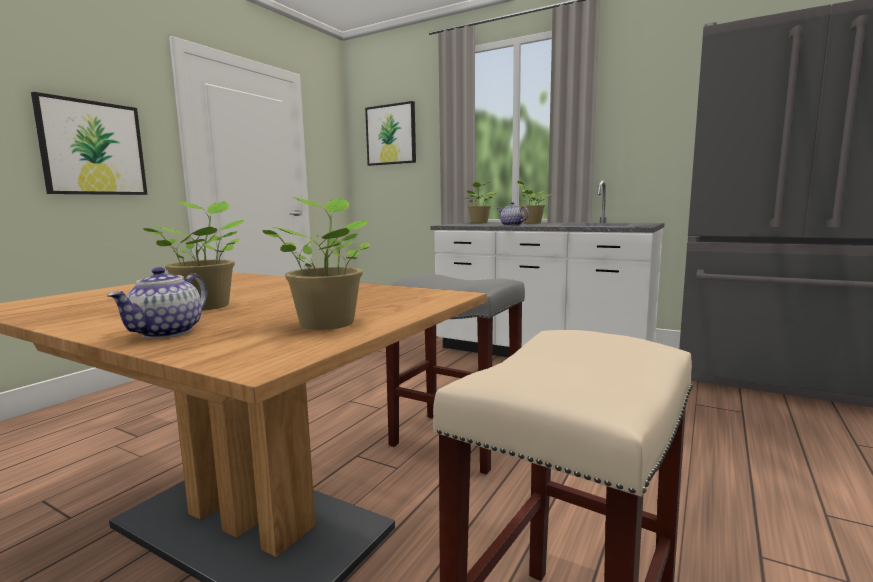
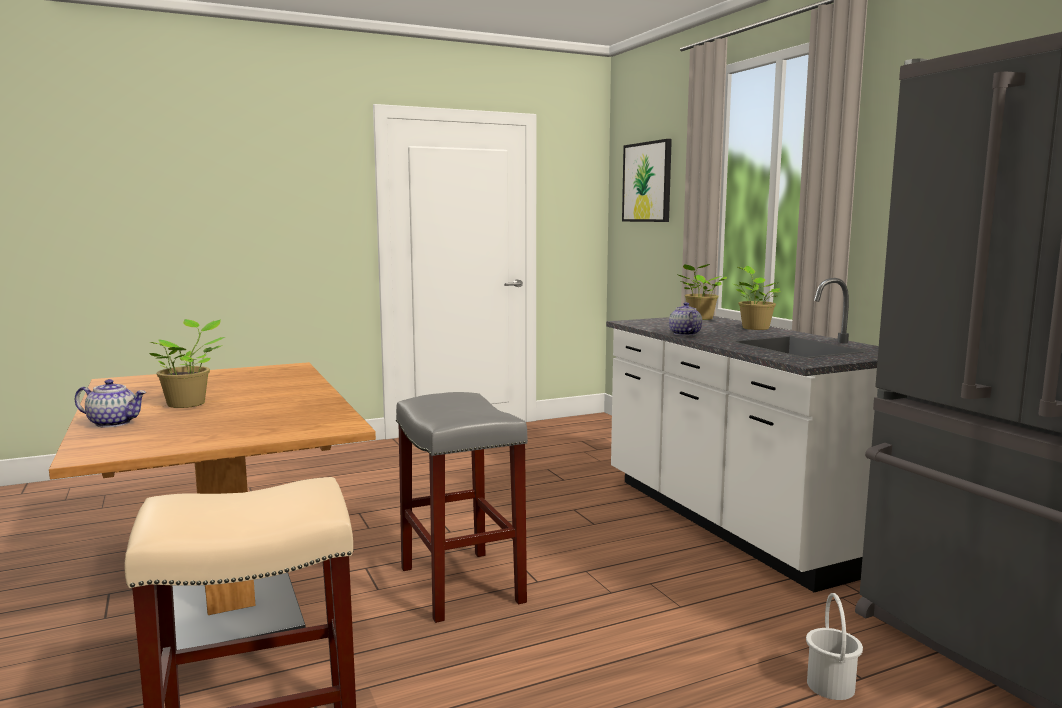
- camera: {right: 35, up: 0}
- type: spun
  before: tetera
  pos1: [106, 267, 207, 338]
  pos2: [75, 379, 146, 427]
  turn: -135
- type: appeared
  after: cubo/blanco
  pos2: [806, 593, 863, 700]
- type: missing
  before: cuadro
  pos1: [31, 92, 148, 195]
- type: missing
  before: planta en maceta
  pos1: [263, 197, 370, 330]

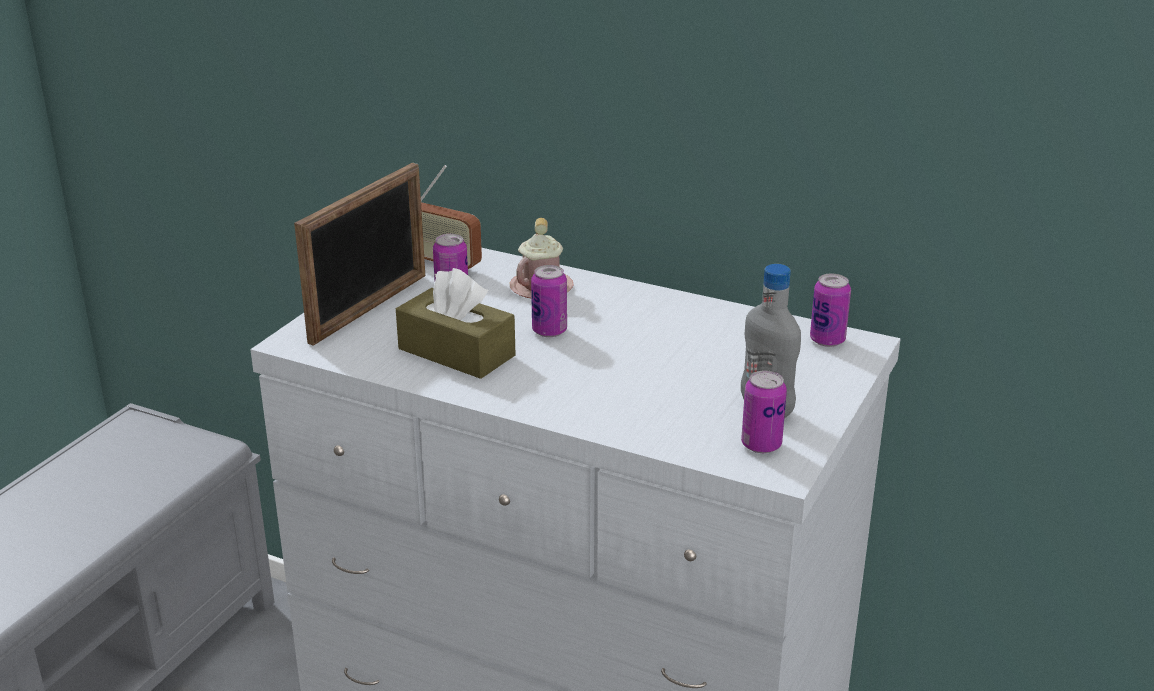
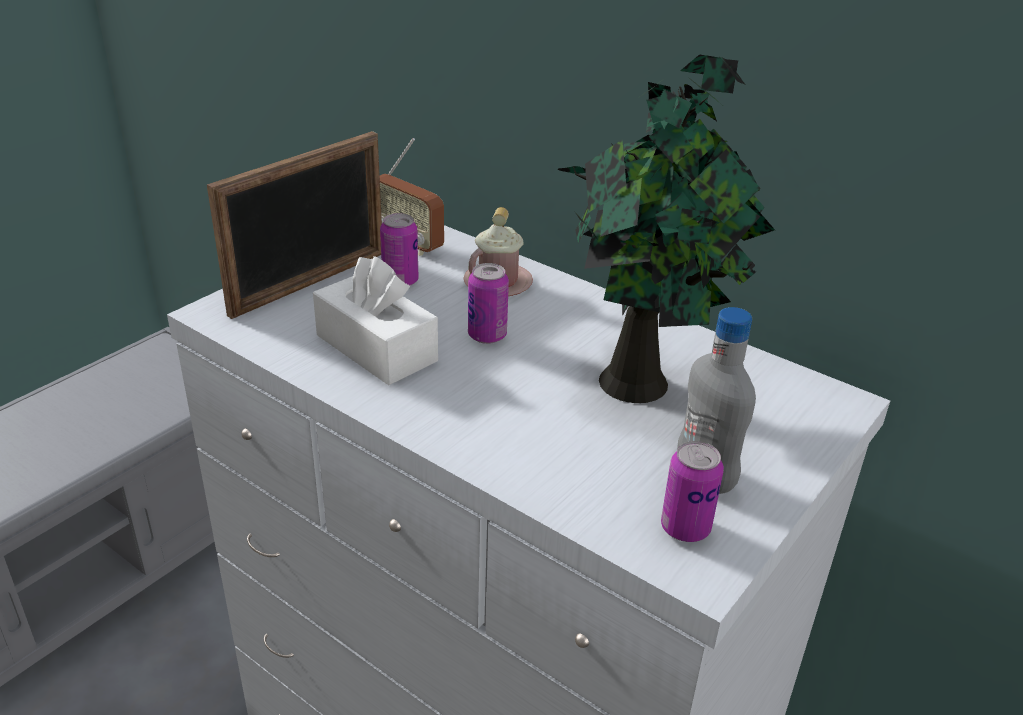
- camera: {right: 10, up: 5}
- type: colour
  before: caja de pañuelos/marrón
  after: caja de pañuelos/blanco
  pos1: [396, 268, 516, 379]
  pos2: [313, 256, 438, 385]
- type: appeared
  after: planta en maceta
  pos2: [557, 54, 775, 403]
- type: missing
  before: lata
  pos1: [810, 273, 851, 347]

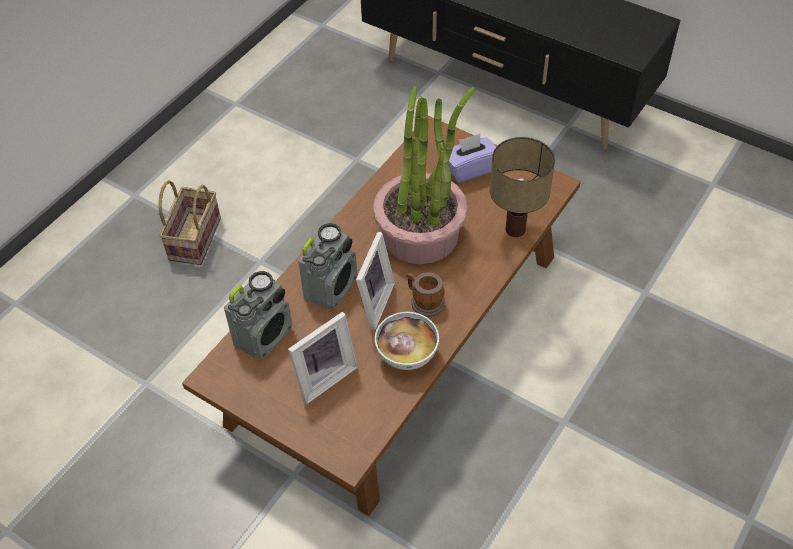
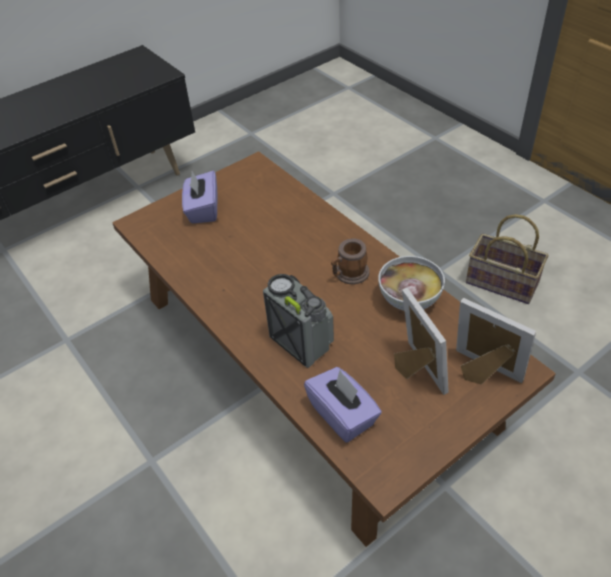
- camera: {right: -70, up: -5}
- type: exchanged
  before: radio
  after: caja de pañuelos/morado
  pos1: [224, 271, 292, 358]
  pos2: [304, 367, 382, 443]
- type: relocated
  before: portarretratos
  pos1: [356, 232, 395, 330]
  pos2: [456, 298, 536, 385]
- type: relocated
  before: cesta
  pos1: [158, 180, 221, 265]
  pos2: [466, 214, 549, 304]
- type: missing
  before: planta en maceta
  pos1: [373, 86, 475, 264]
- type: missing
  before: lámpara de mesa
  pos1: [490, 137, 555, 237]

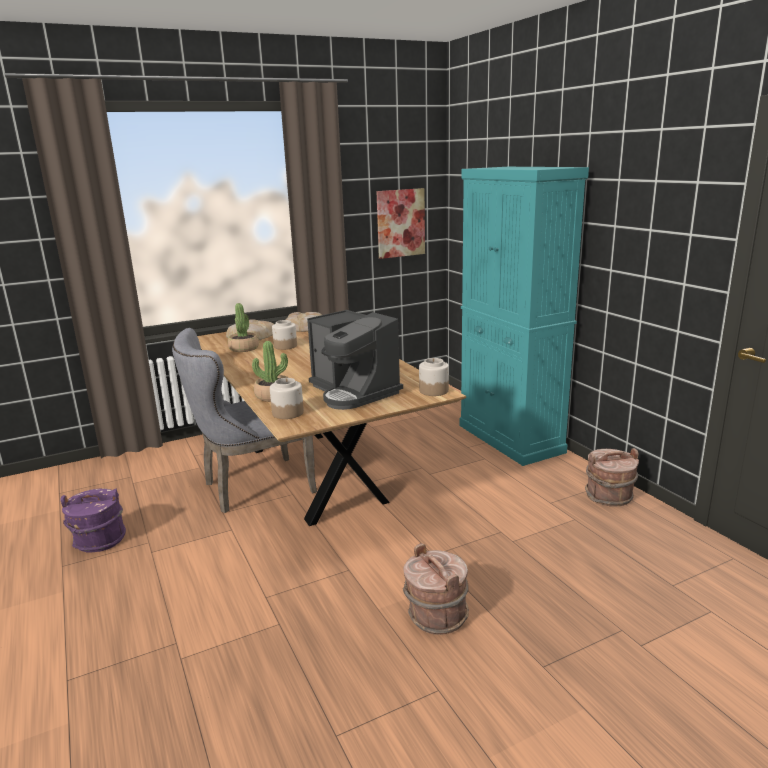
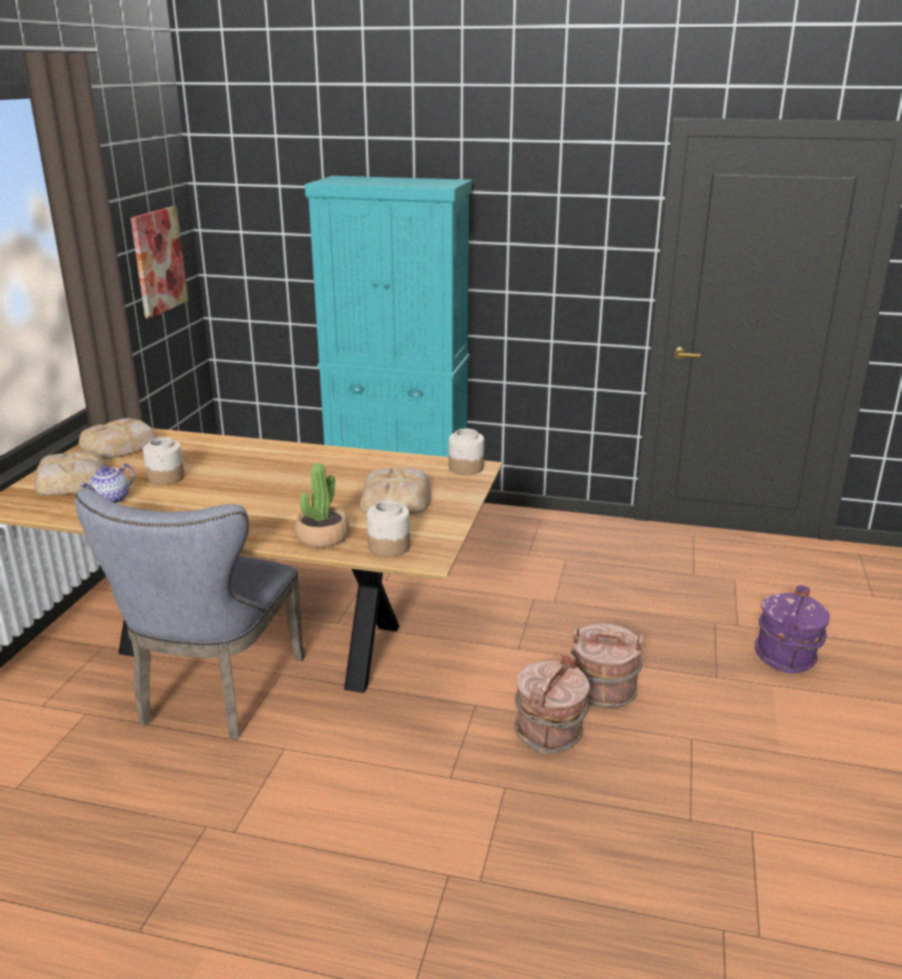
- camera: {right: -50, up: 5}
- type: exchanged
  before: planta en maceta
  after: tetera
  pos1: [228, 303, 259, 352]
  pos2: [79, 464, 134, 503]
- type: exchanged
  before: cafetera
  after: pan
  pos1: [307, 310, 403, 410]
  pos2: [359, 468, 431, 514]
- type: relocated
  before: cubo/marrón
  pos1: [585, 448, 639, 507]
  pos2: [514, 652, 590, 754]
- type: relocated
  before: cubo/morado
  pos1: [61, 488, 126, 552]
  pos2: [755, 585, 830, 673]

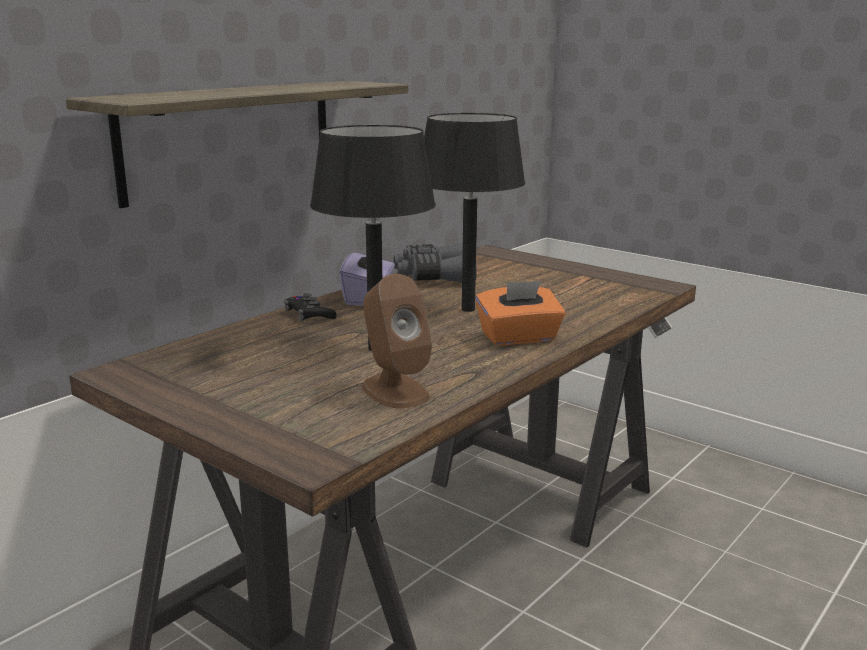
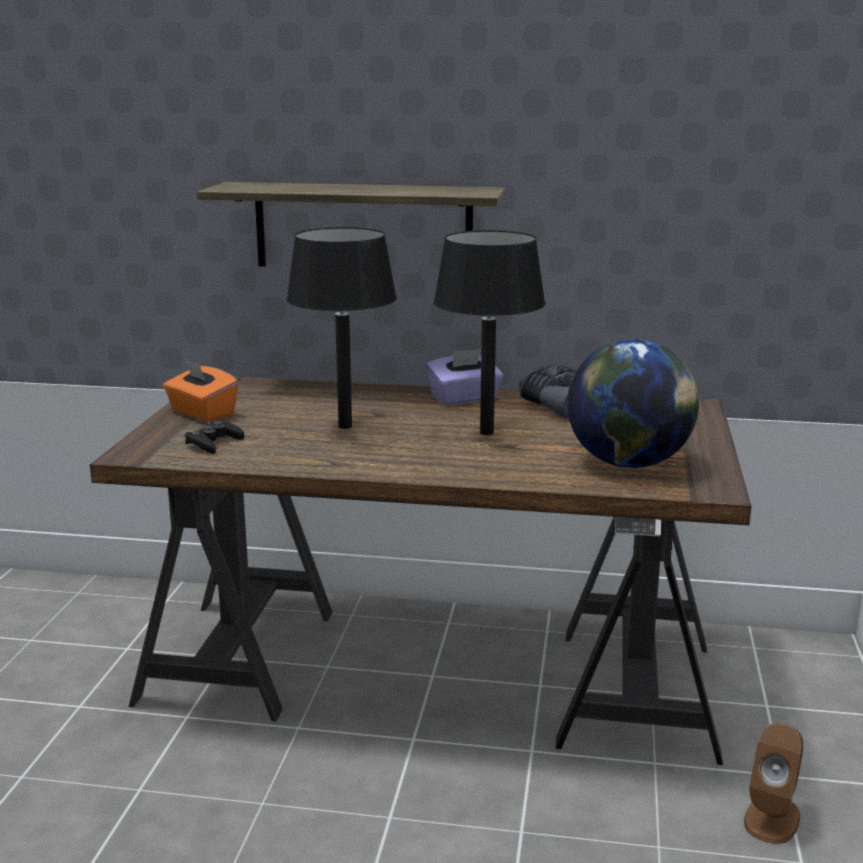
- camera: {right: 60, up: 0}
- type: relocated
  before: caja de pañuelos/naranja
  pos1: [475, 281, 565, 346]
  pos2: [163, 359, 239, 422]
- type: relocated
  before: mando de consola/negro
  pos1: [284, 293, 337, 322]
  pos2: [184, 421, 244, 454]
- type: appeared
  after: globo terráqueo
  pos2: [567, 339, 699, 468]
- type: relocated
  before: altavoz/marrón
  pos1: [362, 274, 432, 408]
  pos2: [744, 723, 803, 844]

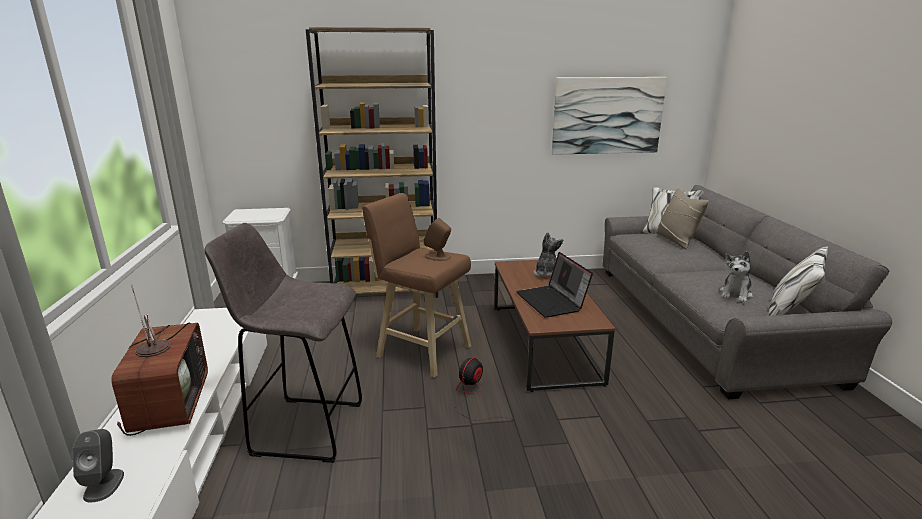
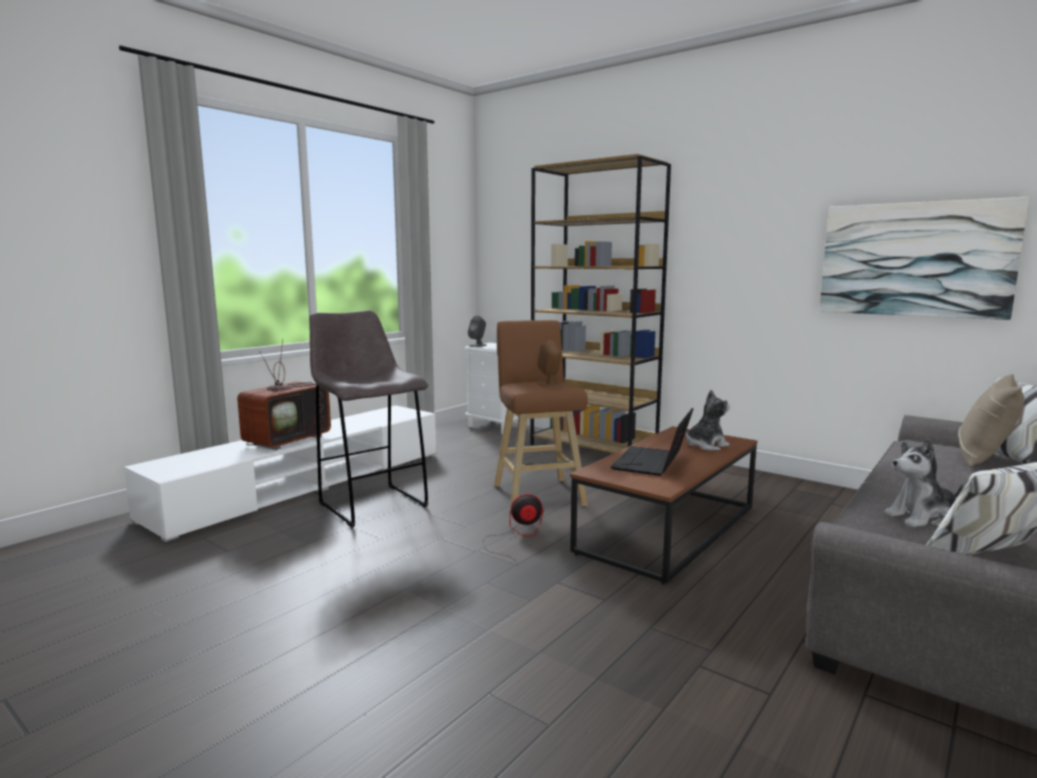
- camera: {right: 45, up: -10}
- type: relocated
  before: altavoz/gris
  pos1: [72, 429, 124, 502]
  pos2: [468, 315, 487, 347]

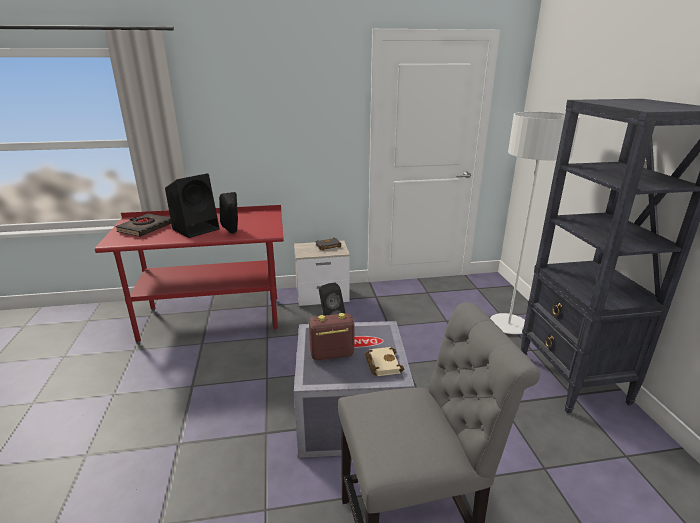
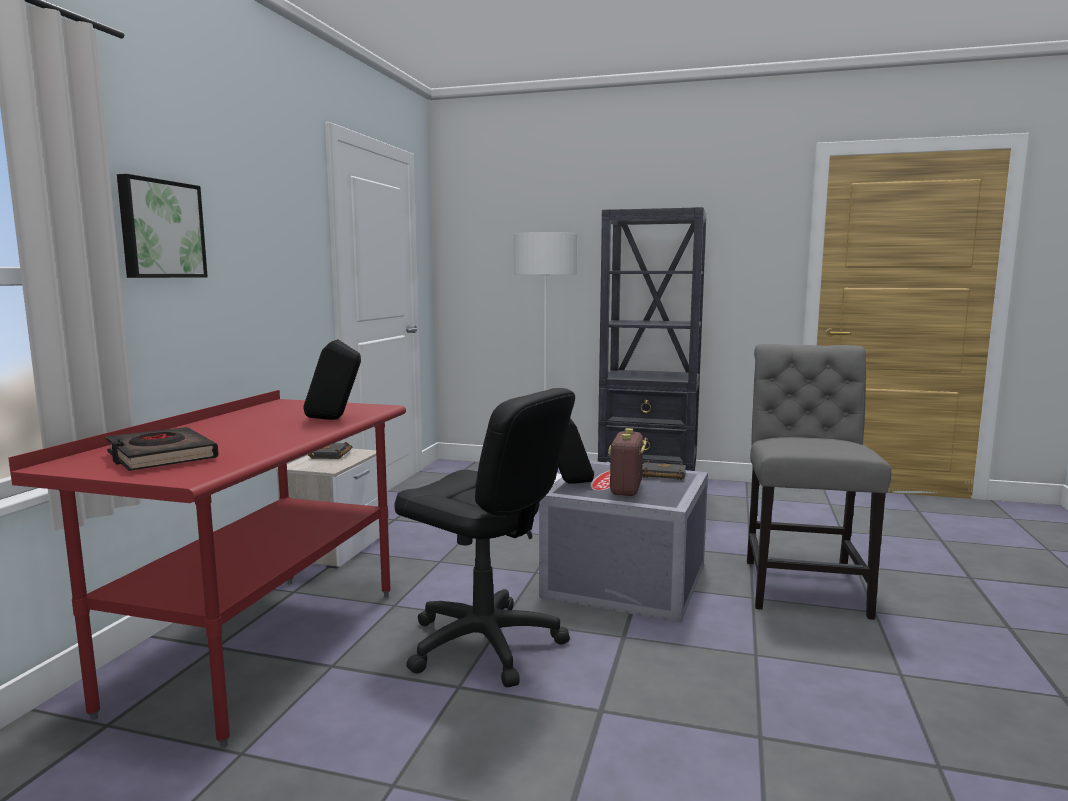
- camera: {right: -65, up: -15}
- type: appeared
  after: cuadro
  pos2: [117, 174, 208, 278]
- type: appeared
  after: silla de oficina/negro
  pos2: [394, 388, 575, 687]
- type: colour
  before: libro/beis
  after: libro/negro
  pos1: [365, 347, 404, 376]
  pos2: [642, 461, 686, 480]
- type: missing
  before: altavoz/negro
  pos1: [165, 173, 220, 238]

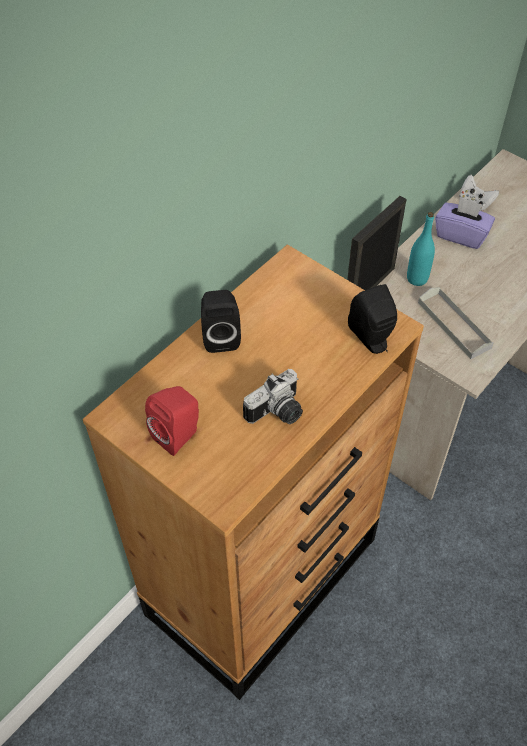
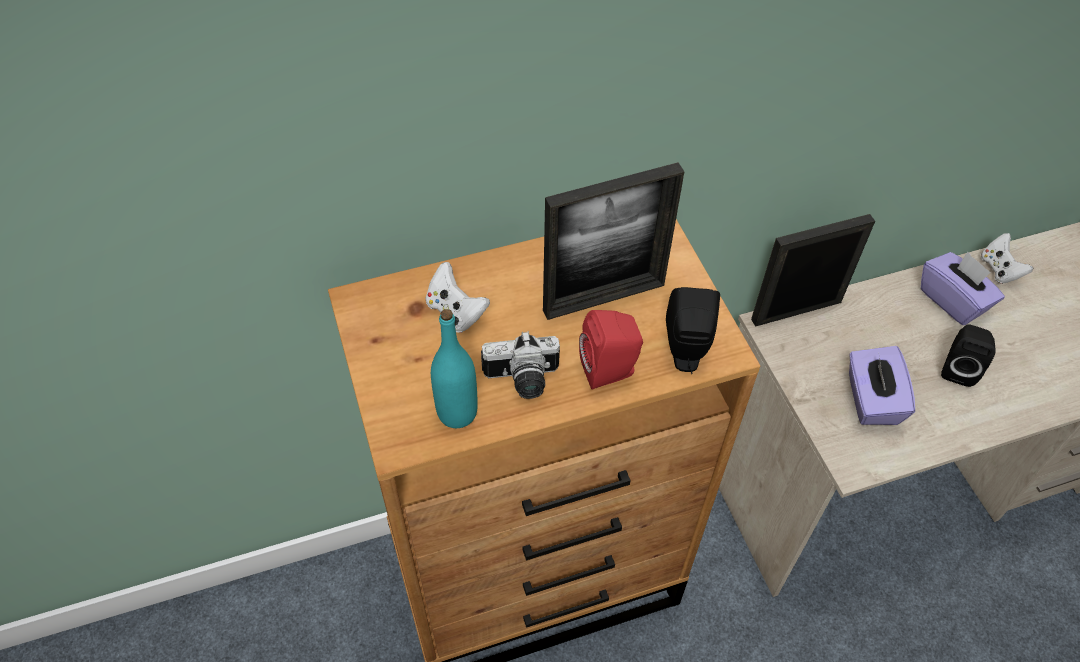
- camera: {right: 30, up: 0}
- type: appeared
  after: mando de consola/blanco
  pos2: [426, 262, 490, 333]
- type: relocated
  before: botella/turquesa
  pos1: [407, 212, 435, 286]
  pos2: [431, 309, 478, 428]
- type: appeared
  after: portarretratos
  pos2: [543, 162, 684, 320]
- type: relocated
  before: altavoz/rojo
  pos1: [145, 386, 199, 456]
  pos2: [579, 310, 643, 390]
- type: exchanged
  before: bandeja/gris
  after: caja de pañuelos/morado
  pos1: [418, 287, 494, 359]
  pos2: [849, 346, 915, 425]
- type: relocated
  before: altavoz/negro
  pos1: [201, 290, 241, 353]
  pos2: [941, 324, 996, 387]

